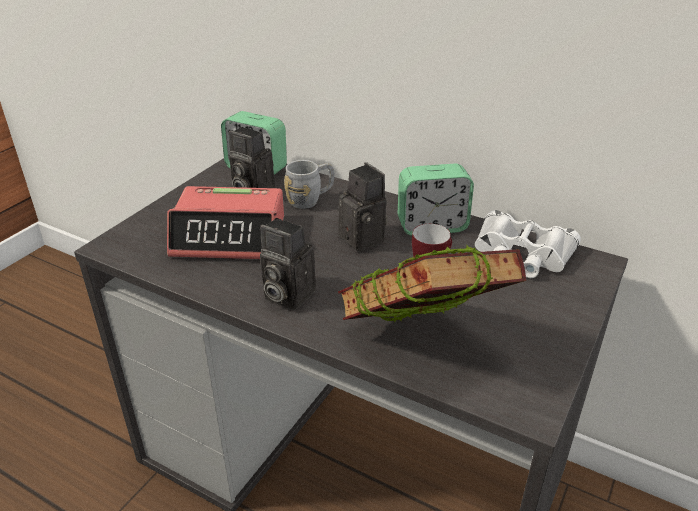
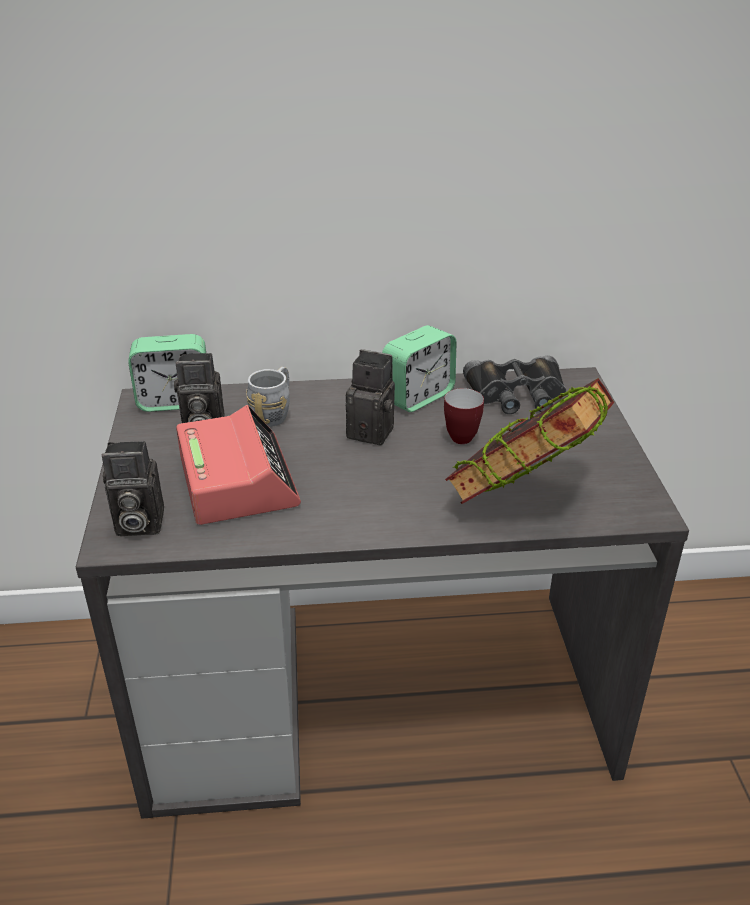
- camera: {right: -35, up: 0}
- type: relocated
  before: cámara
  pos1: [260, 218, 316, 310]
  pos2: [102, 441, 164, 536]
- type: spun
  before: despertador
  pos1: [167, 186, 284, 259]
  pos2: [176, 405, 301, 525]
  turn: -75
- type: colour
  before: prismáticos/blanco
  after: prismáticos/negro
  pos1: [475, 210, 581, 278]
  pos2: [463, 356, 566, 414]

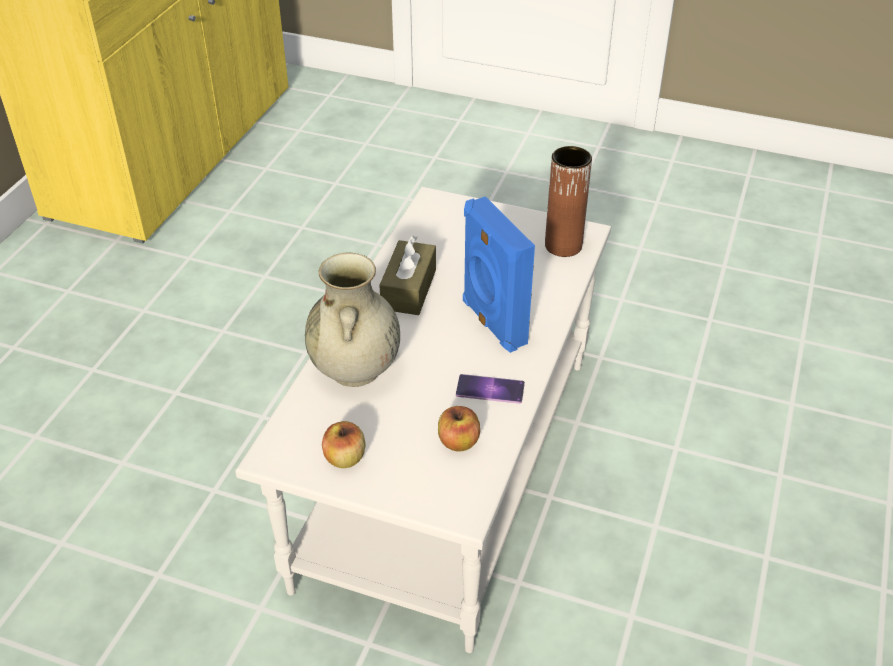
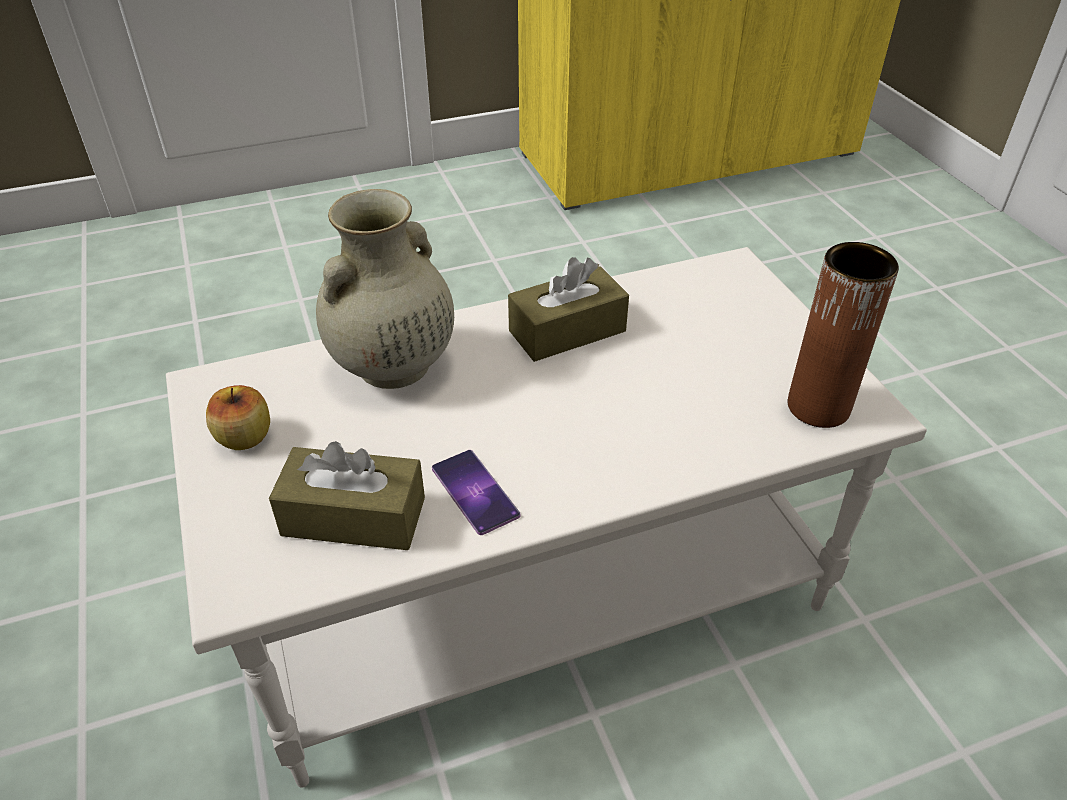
- camera: {right: 50, up: 0}
- type: exchanged
  before: manzana
  after: caja de pañuelos/marrón
  pos1: [438, 406, 480, 451]
  pos2: [269, 441, 425, 550]
- type: missing
  before: altavoz/azul
  pos1: [463, 196, 535, 353]

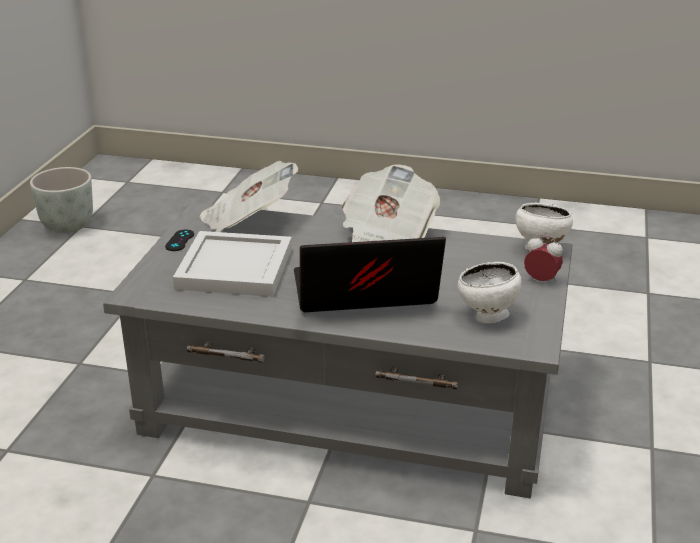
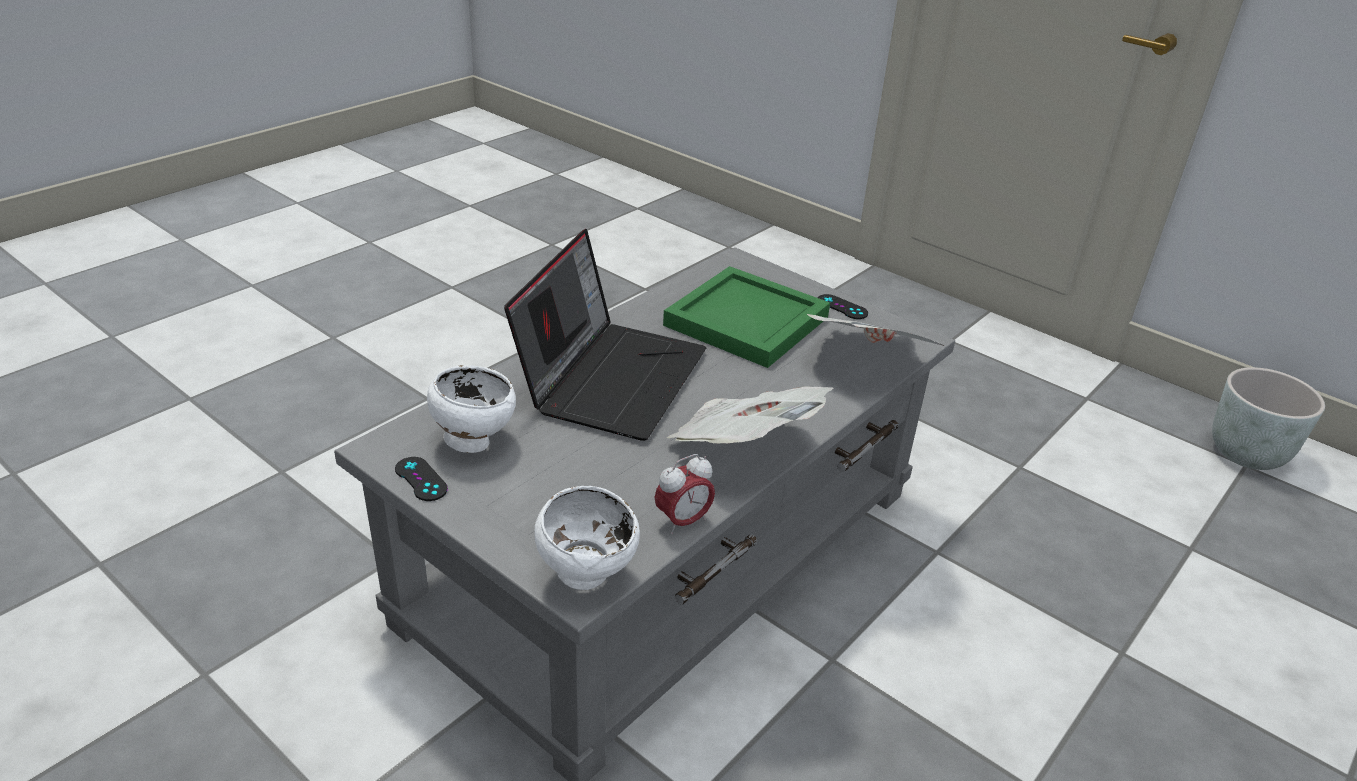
- camera: {right: 115, up: 5}
- type: appeared
  after: mando de consola/negro
  pos2: [395, 457, 448, 501]
- type: relocated
  before: despertador
  pos1: [524, 234, 563, 281]
  pos2: [654, 454, 715, 534]
- type: colour
  before: bandeja/blanco
  after: bandeja/verde
  pos1: [173, 231, 292, 297]
  pos2: [663, 266, 830, 368]

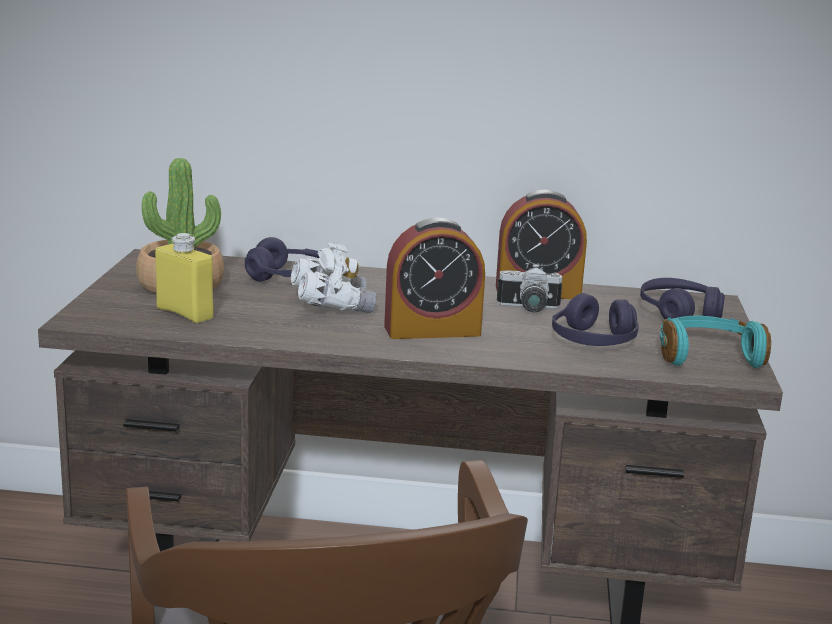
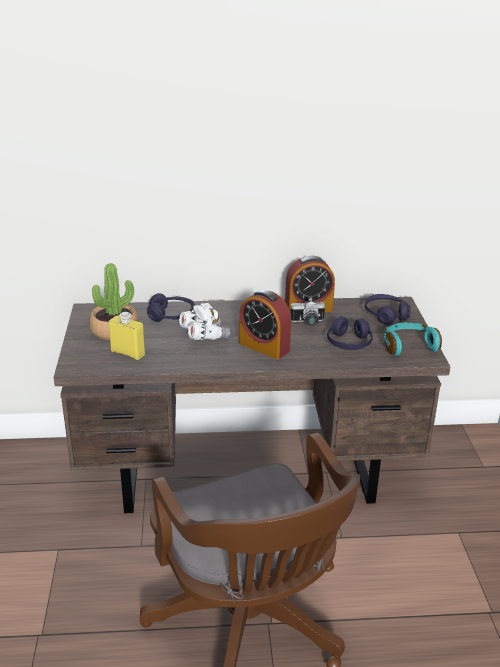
- camera: {right: -10, up: 10}
- type: spun
  before: despertador
  pos1: [384, 217, 485, 339]
  pos2: [239, 290, 291, 359]
  turn: 60

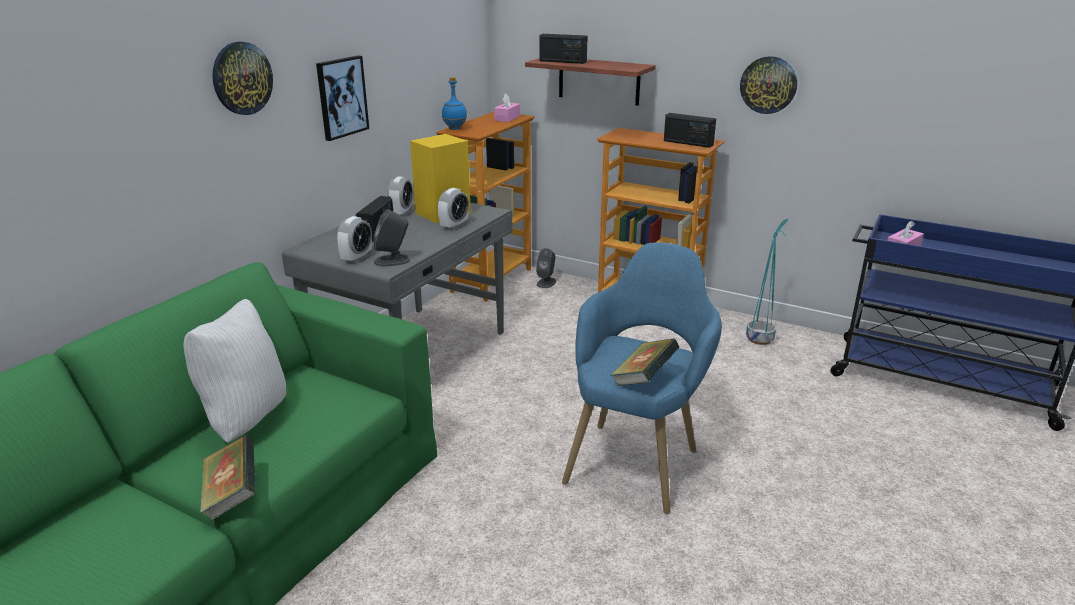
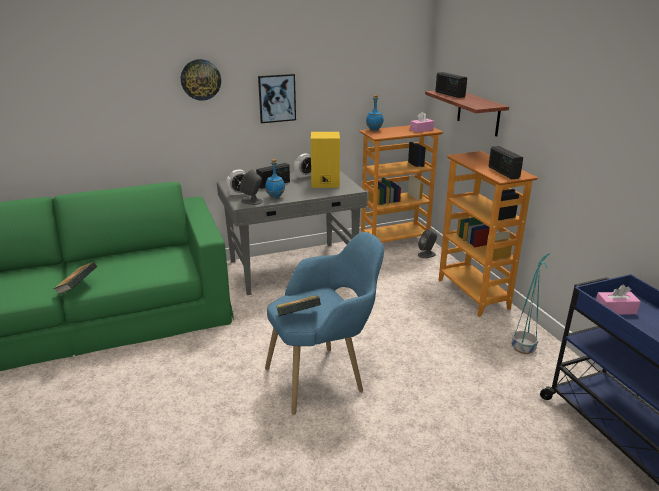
- camera: {right: 40, up: 0}
- type: appeared
  after: botella/azul
  pos2: [265, 159, 285, 199]
- type: missing
  before: cojín/blanco
  pos1: [183, 299, 286, 443]
- type: missing
  before: despertador
  pos1: [438, 188, 469, 230]
- type: missing
  before: reloj de pared
  pos1: [740, 56, 797, 114]

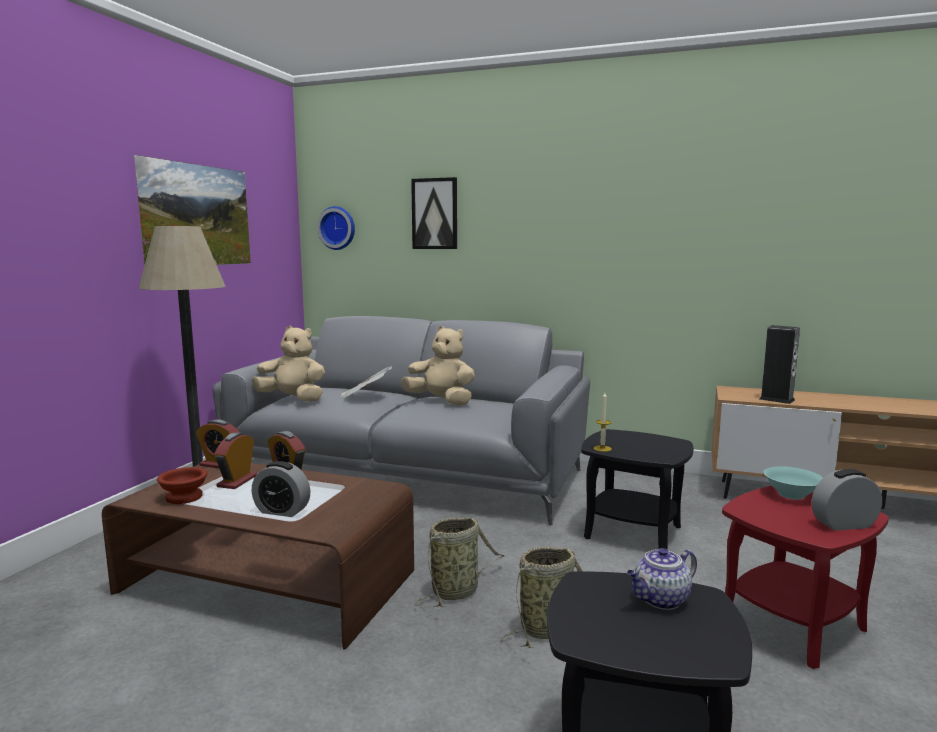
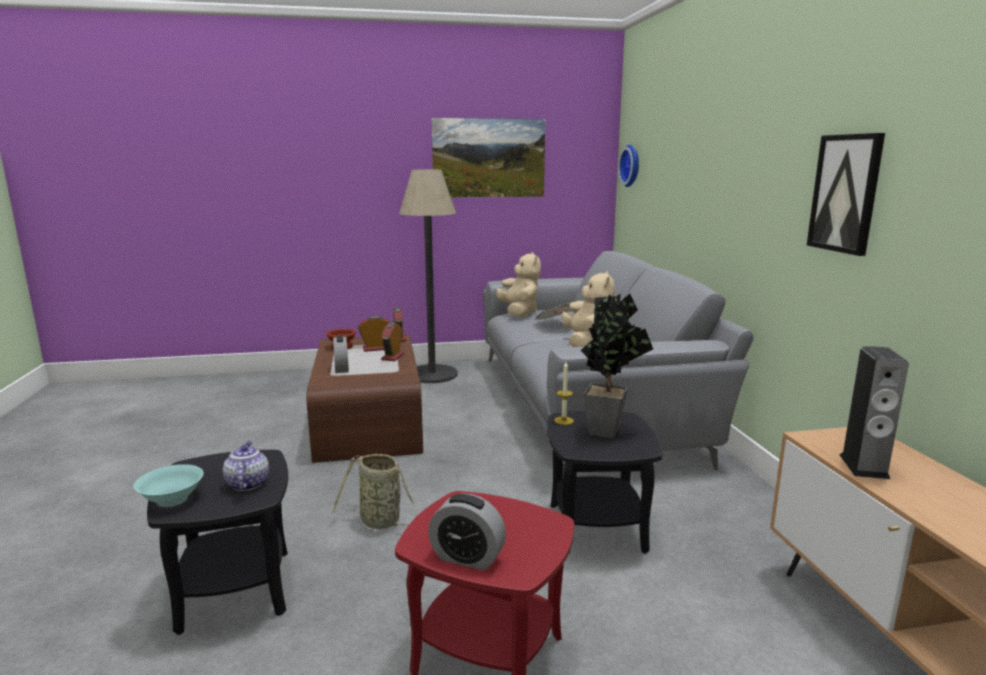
- camera: {right: 60, up: 5}
- type: relocated
  before: cuenco/turquesa
  pos1: [764, 466, 823, 500]
  pos2: [134, 464, 203, 507]
- type: spun
  before: tetera
  pos1: [627, 548, 697, 610]
  pos2: [223, 441, 269, 491]
  turn: 45
- type: spun
  before: despertador
  pos1: [812, 469, 882, 531]
  pos2: [428, 493, 506, 570]
  turn: 150
- type: appeared
  after: planta en maceta
  pos2: [581, 294, 653, 438]
- type: relocated
  before: cuadro
  pos1: [411, 177, 457, 249]
  pos2: [807, 133, 885, 256]
- type: missing
  before: cesta
  pos1: [415, 518, 505, 607]

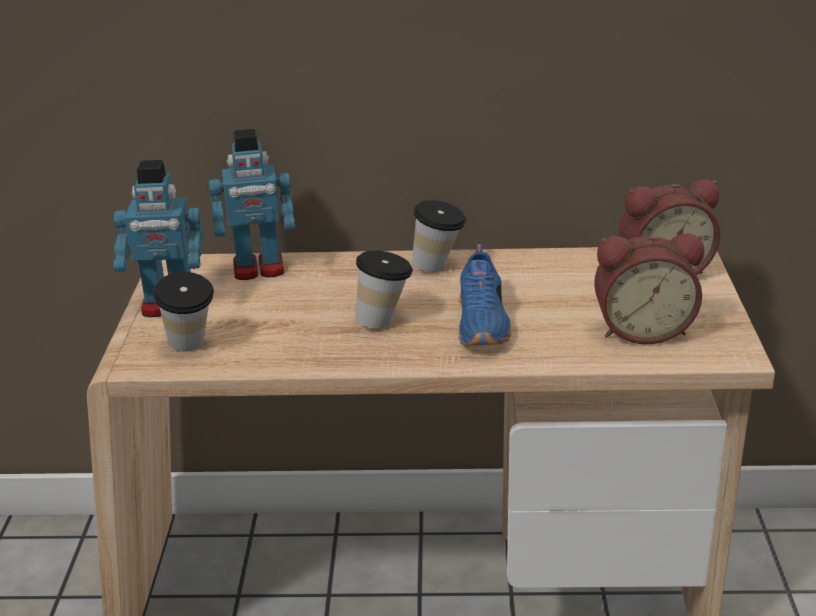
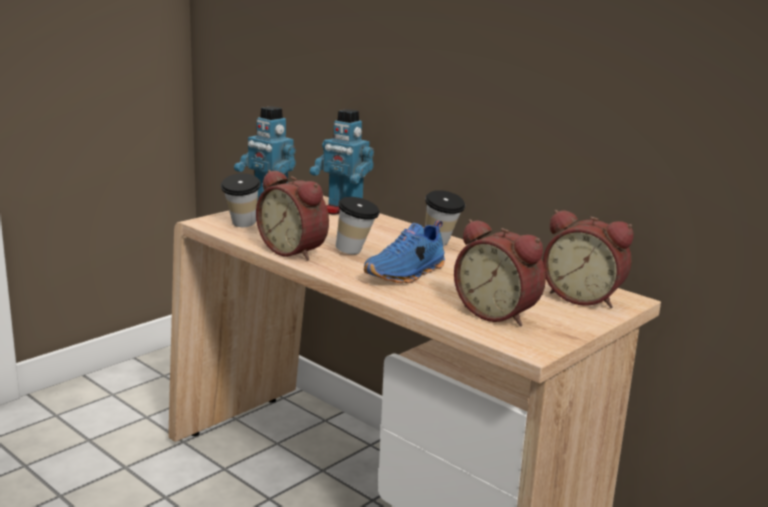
- camera: {right: 40, up: -10}
- type: appeared
  after: despertador
  pos2: [256, 170, 329, 260]

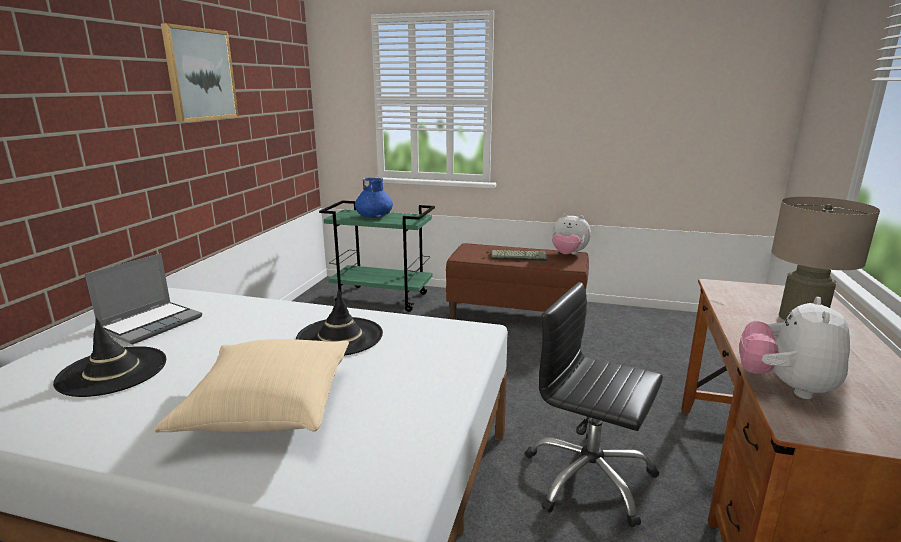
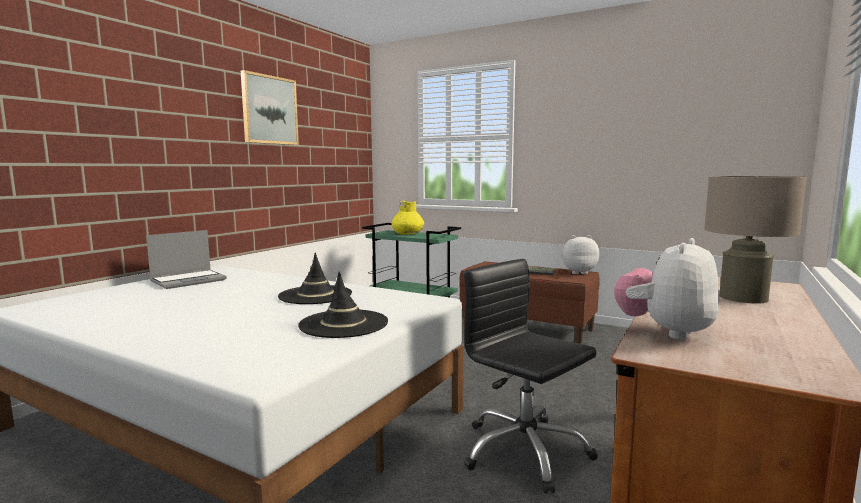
- camera: {right: 15, up: -10}
- type: relocated
  before: sombrero/negro
  pos1: [53, 318, 166, 397]
  pos2: [298, 272, 388, 338]
- type: colour
  before: florero/azul
  after: florero/amarillo
  pos1: [355, 177, 393, 218]
  pos2: [391, 201, 424, 235]
- type: spun
  before: peluche
  pos1: [552, 214, 591, 255]
  pos2: [561, 235, 599, 274]
  turn: 135
- type: missing
  before: cojín/beis
  pos1: [154, 339, 349, 433]

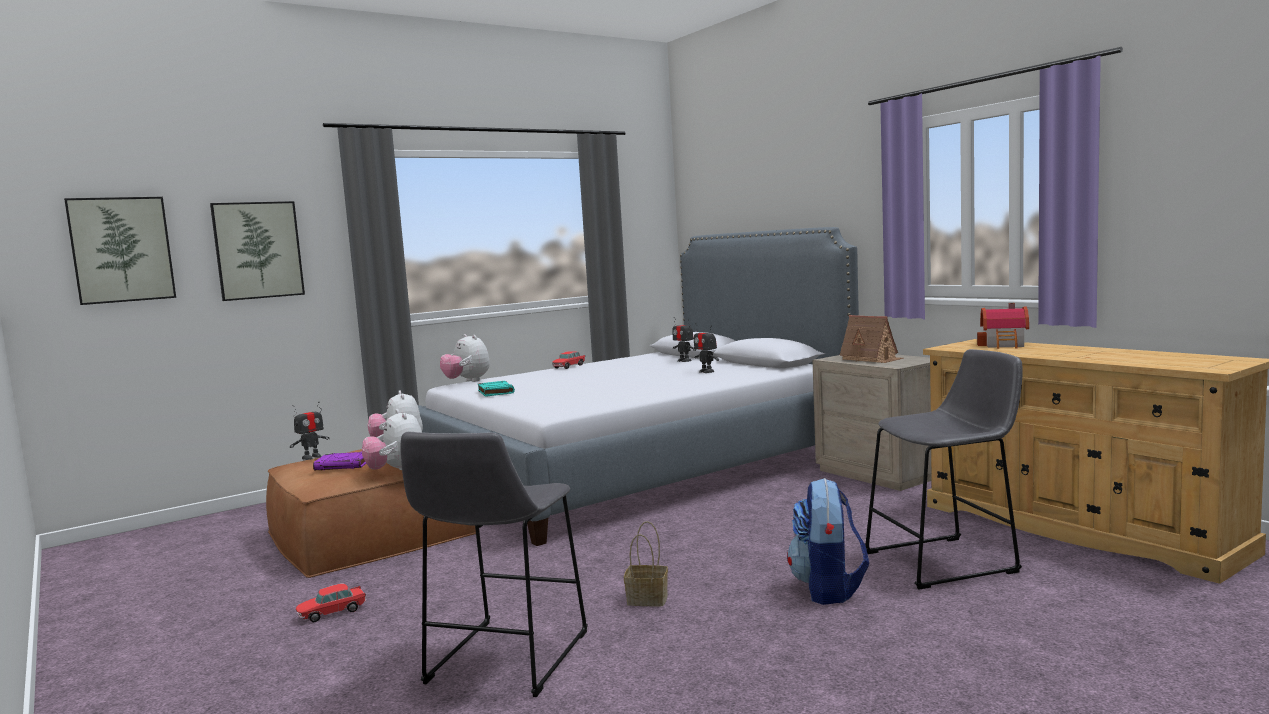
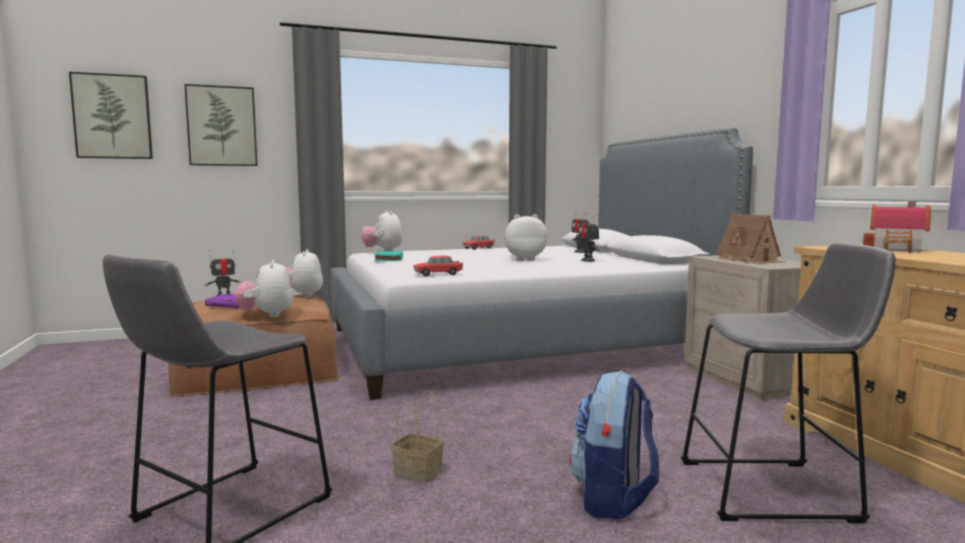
- camera: {right: 15, up: 0}
- type: relocated
  before: coche de juguete
  pos1: [296, 584, 366, 622]
  pos2: [413, 255, 463, 276]
- type: appeared
  after: peluche
  pos2: [504, 214, 547, 261]

